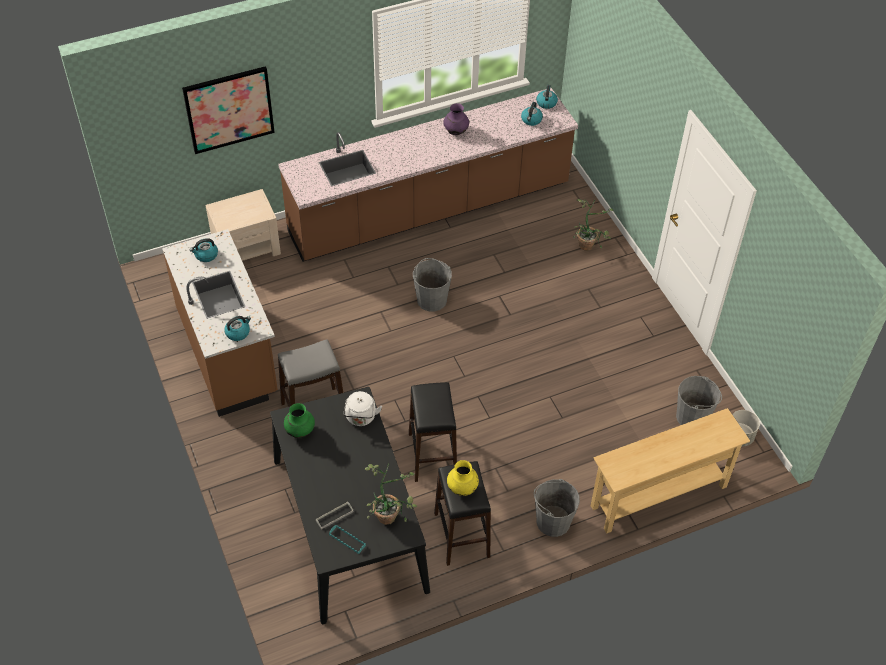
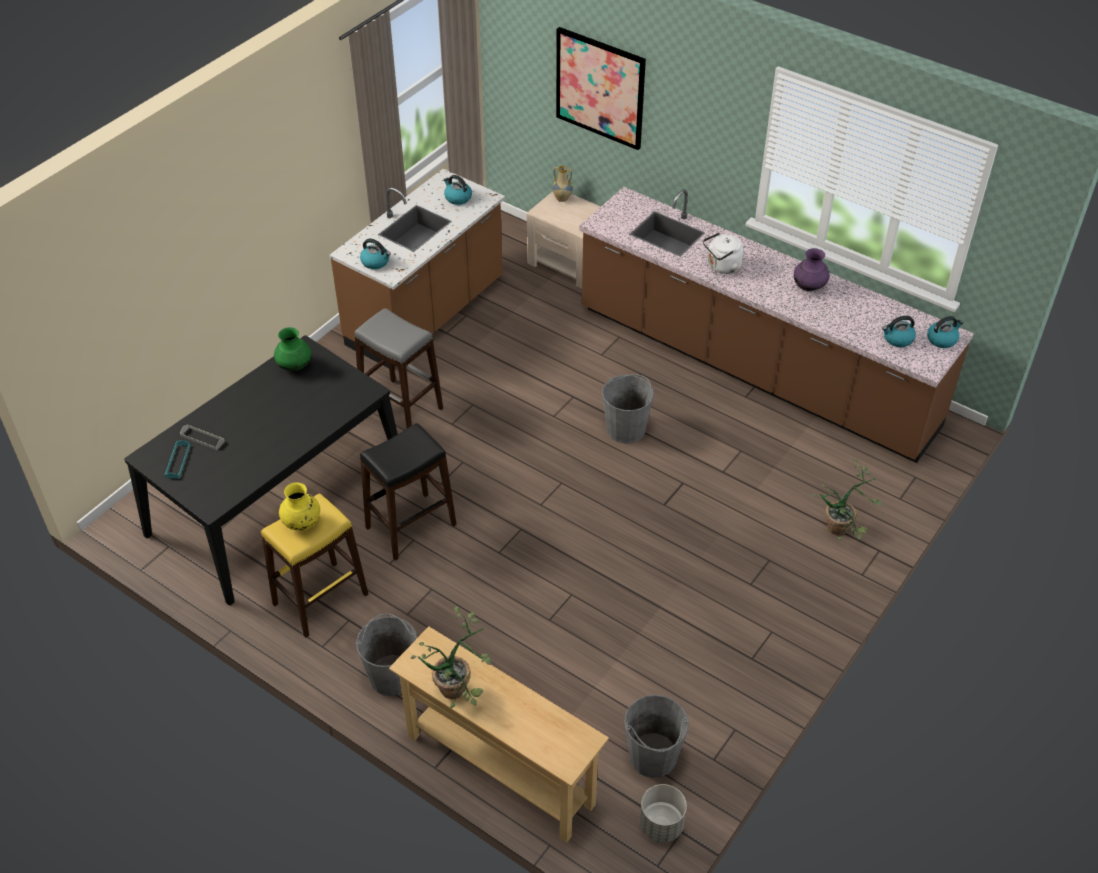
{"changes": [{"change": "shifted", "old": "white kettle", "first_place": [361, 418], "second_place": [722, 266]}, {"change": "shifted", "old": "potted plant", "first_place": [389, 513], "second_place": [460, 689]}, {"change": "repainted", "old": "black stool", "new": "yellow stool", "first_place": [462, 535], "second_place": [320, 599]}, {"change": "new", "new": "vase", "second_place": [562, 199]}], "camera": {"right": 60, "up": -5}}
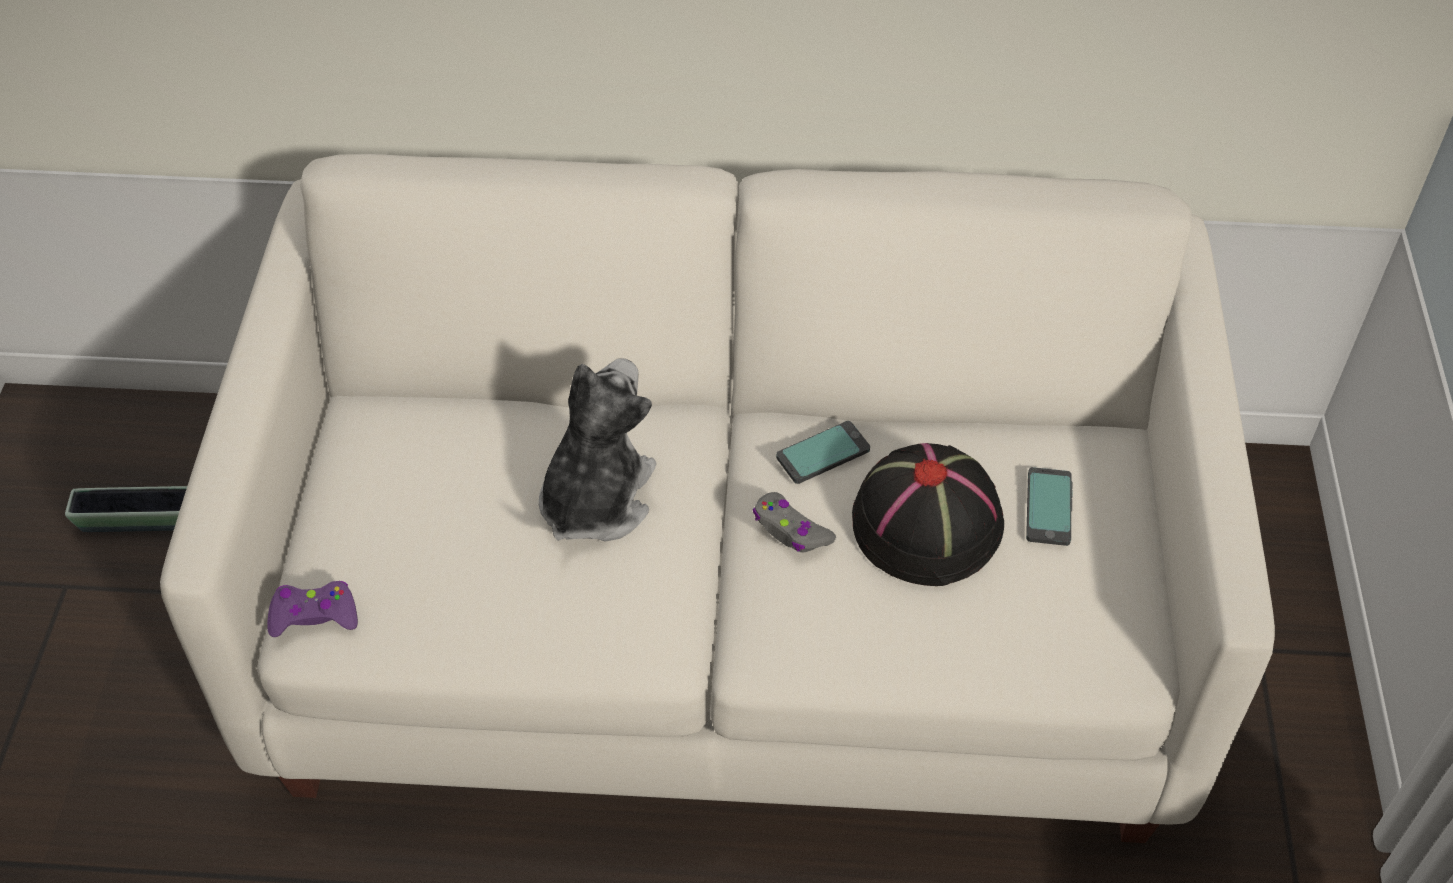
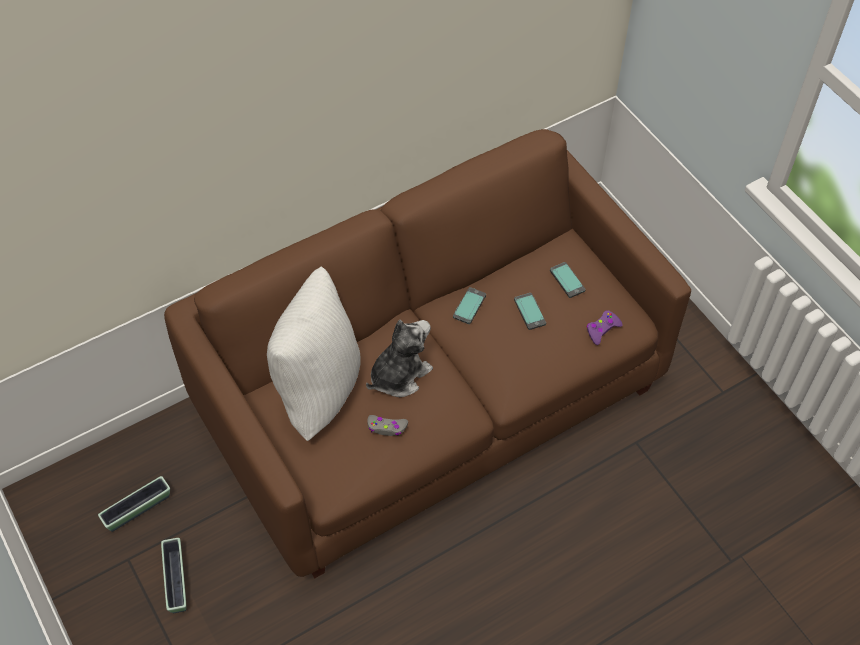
{"changes": [{"change": "repainted", "old": "white sofa", "new": "brown sofa", "first_place": [731, 617], "second_place": [431, 397]}, {"change": "shifted", "old": "purple game controller", "first_place": [314, 615], "second_place": [602, 329]}, {"change": "rotated", "old": "plush toy", "first_place": [595, 499], "second_place": [399, 375], "degrees": 60}, {"change": "shifted", "old": "grey game controller", "first_place": [791, 530], "second_place": [387, 428]}, {"change": "swapped", "old": "black hat", "new": "phone", "first_place": [927, 523], "second_place": [530, 311]}, {"change": "new", "new": "planter", "second_place": [176, 580]}, {"change": "new", "new": "white pillow", "second_place": [317, 389]}], "camera": {"right": -35, "up": 5}}
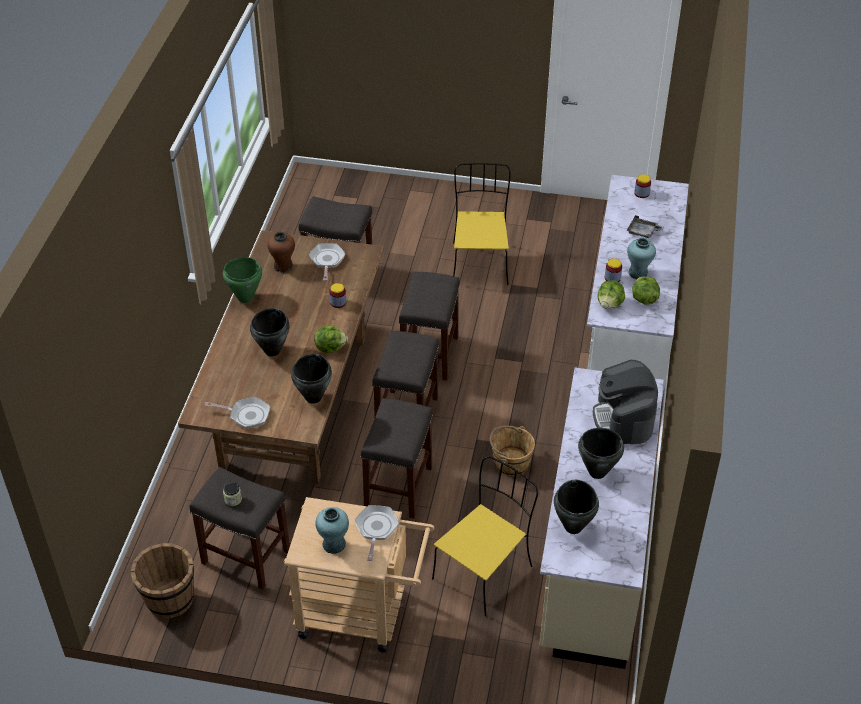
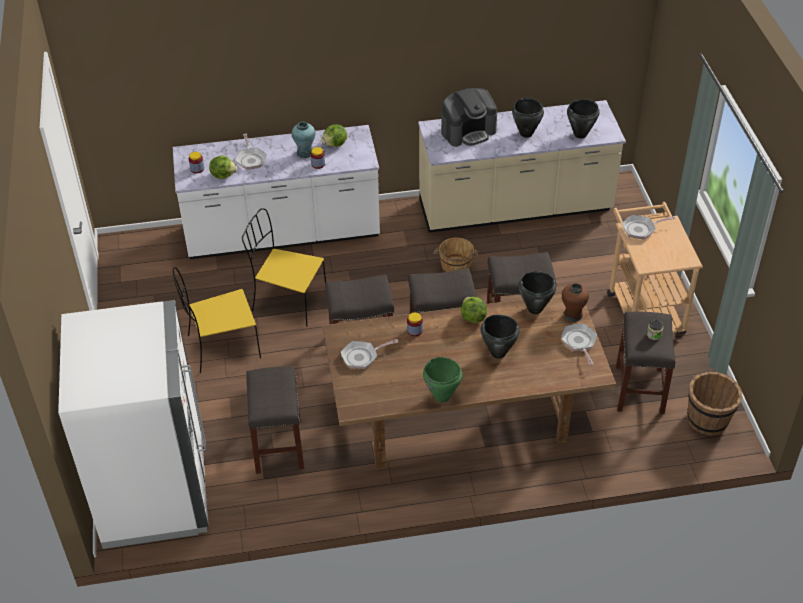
{"changes": [{"change": "shifted", "old": "brown vase", "first_place": [283, 266], "second_place": [573, 315]}, {"change": "gone", "old": "turquoise vase", "first_place": [333, 544]}, {"change": "shifted", "old": "yellow chair", "first_place": [484, 571], "second_place": [287, 300]}, {"change": "shifted", "old": "lettuce", "first_place": [610, 304], "second_place": [223, 175]}, {"change": "swapped", "old": "grey tray", "new": "frying pan", "first_place": [643, 232], "second_place": [251, 159]}, {"change": "new", "new": "white fridge", "second_place": [155, 492]}], "camera": {"right": -110, "up": 0}}
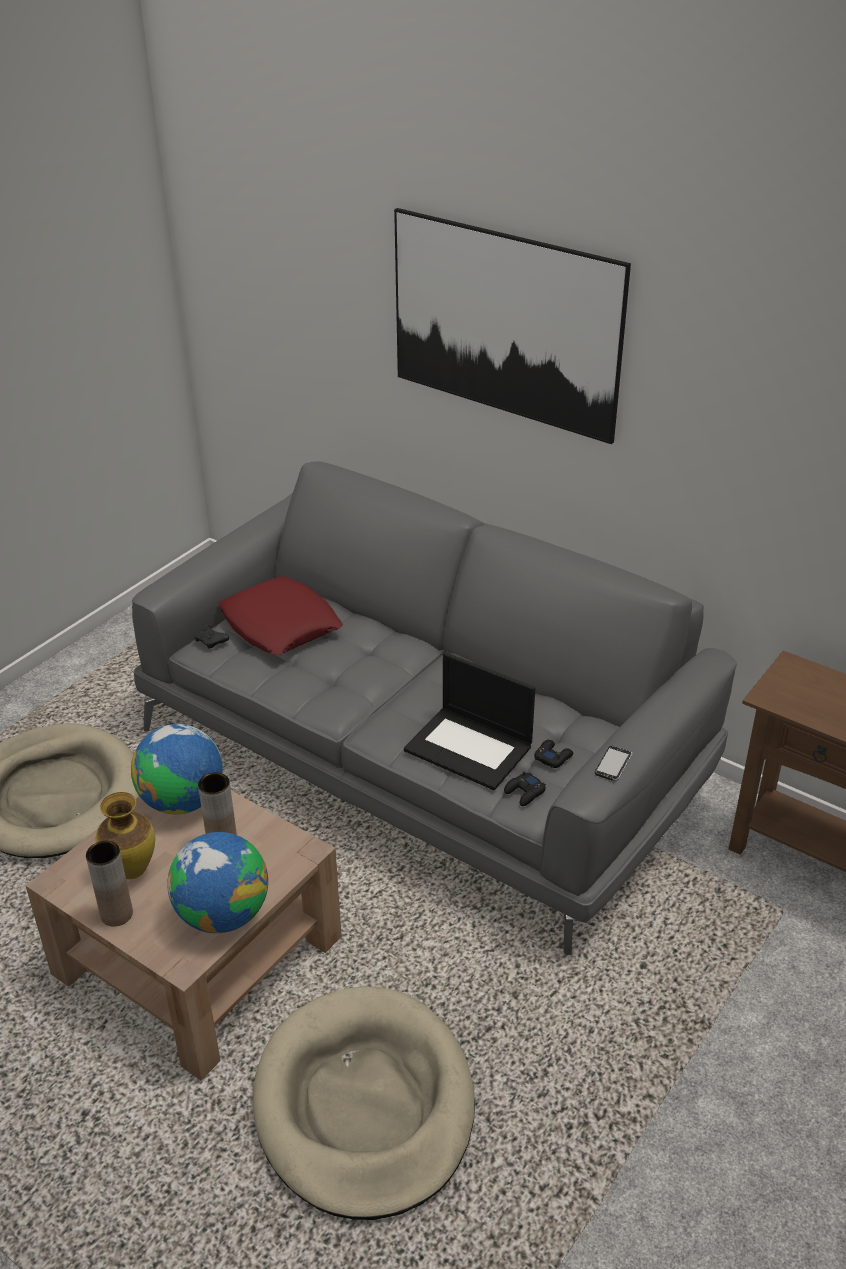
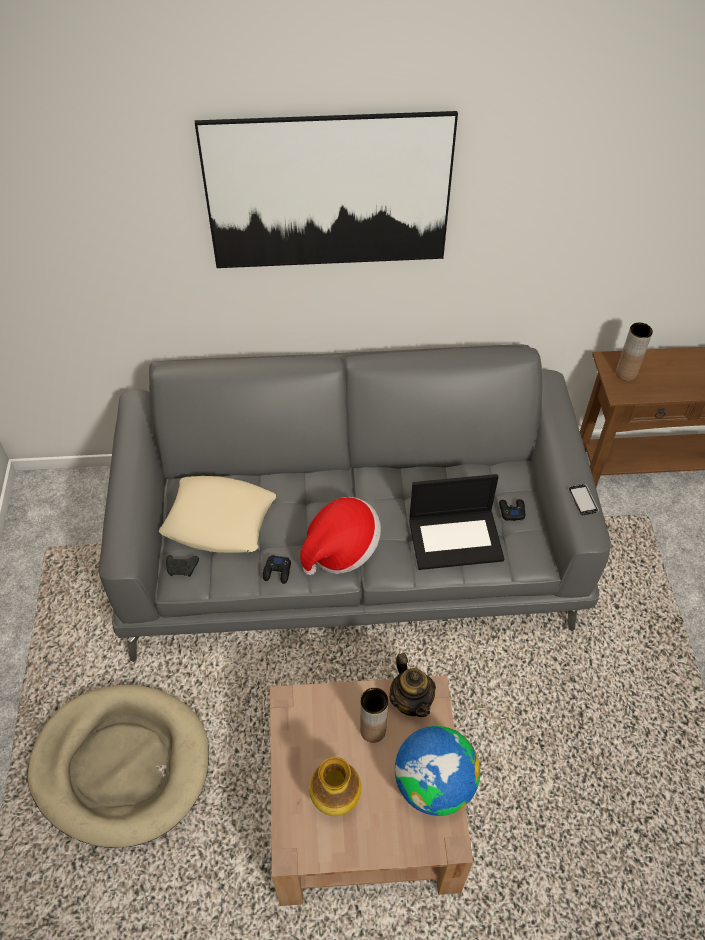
{"changes": [{"change": "shifted", "old": "brown vase", "first_place": [116, 914], "second_place": [626, 373]}, {"change": "gone", "old": "globe", "first_place": [183, 801]}, {"change": "repainted", "old": "red pillow", "new": "beige pillow", "first_place": [280, 625], "second_place": [219, 520]}, {"change": "gone", "old": "beige dog bed", "first_place": [364, 1105]}, {"change": "shifted", "old": "black game controller", "first_place": [524, 793], "second_place": [277, 571]}, {"change": "new", "new": "hat", "second_place": [340, 549]}, {"change": "new", "new": "teapot", "second_place": [411, 701]}], "camera": {"right": -40, "up": 15}}
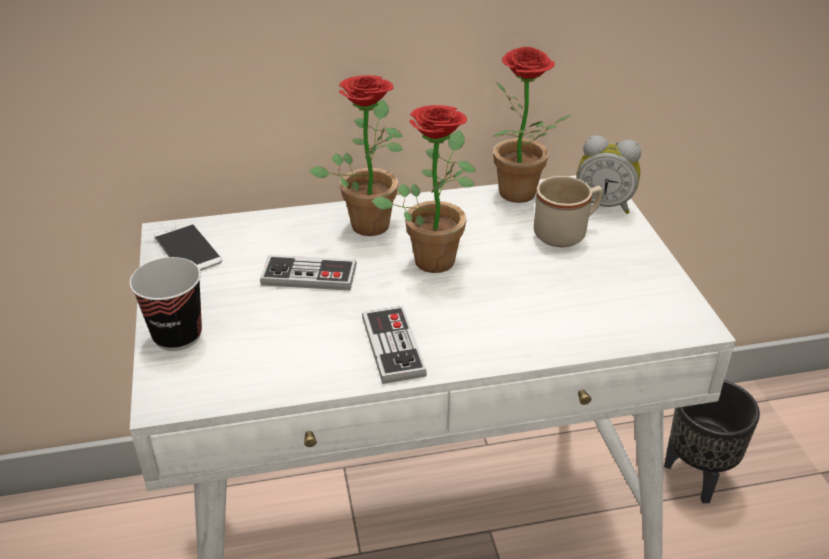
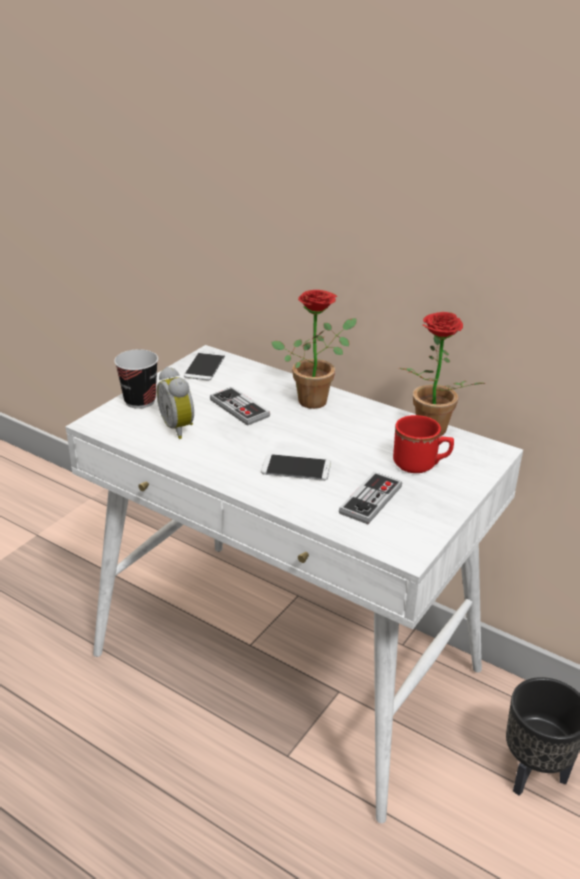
{"changes": [{"change": "shifted", "old": "game controller", "first_place": [393, 346], "second_place": [370, 500]}, {"change": "gone", "old": "potted plant", "first_place": [434, 255]}, {"change": "repainted", "old": "beige mug", "new": "red mug", "first_place": [566, 233], "second_place": [421, 465]}, {"change": "shifted", "old": "alarm clock", "first_place": [603, 205], "second_place": [179, 428]}, {"change": "new", "new": "phone", "second_place": [296, 468]}], "camera": {"right": 45, "up": -5}}
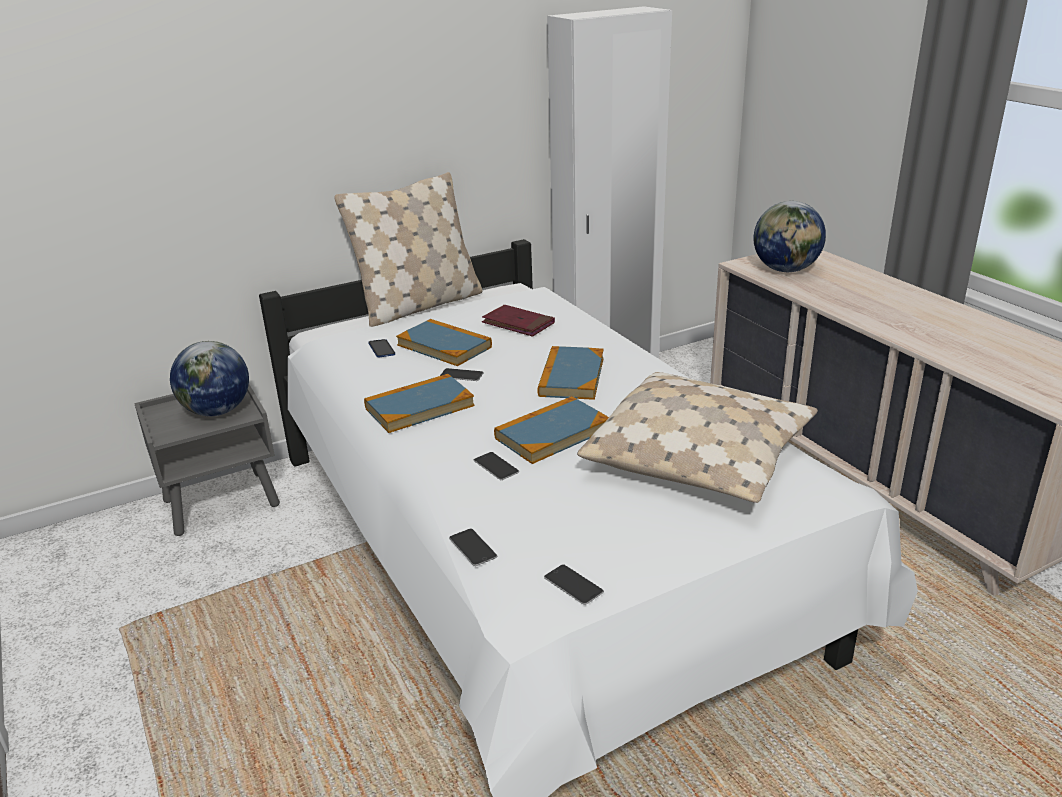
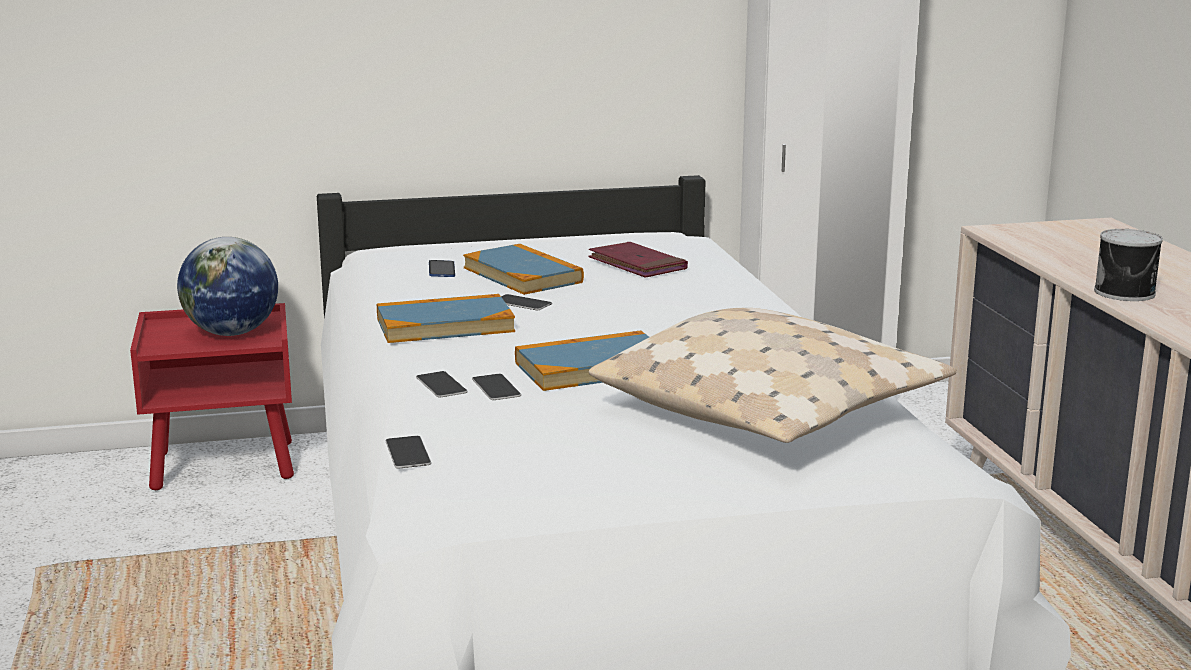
{"changes": [{"change": "repainted", "old": "grey nightstand", "new": "red nightstand", "first_place": [222, 502], "second_place": [225, 465]}, {"change": "gone", "old": "beige pillow", "first_place": [419, 306]}, {"change": "gone", "old": "book", "first_place": [571, 377]}, {"change": "shifted", "old": "phone", "first_place": [573, 584], "second_place": [441, 385]}, {"change": "gone", "old": "globe", "first_place": [786, 270]}, {"change": "new", "new": "can", "second_place": [1126, 293]}], "camera": {"right": 15, "up": -10}}
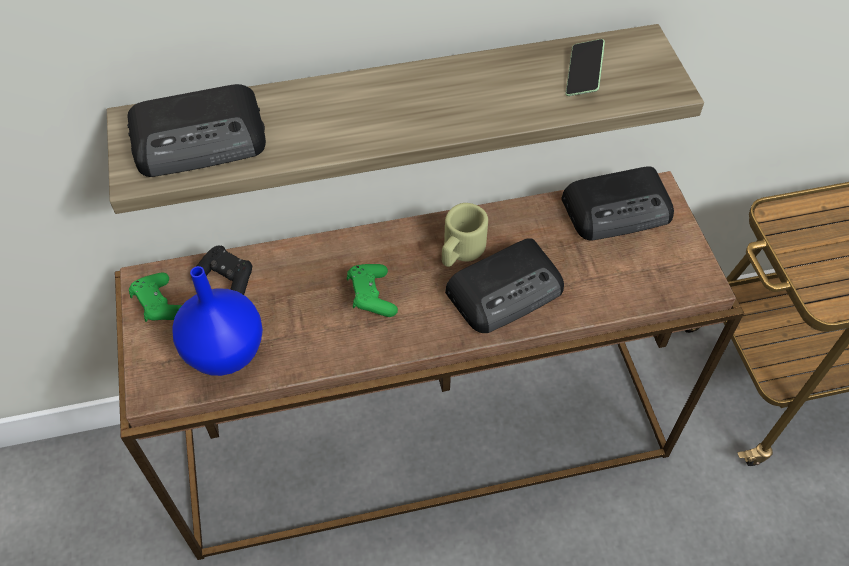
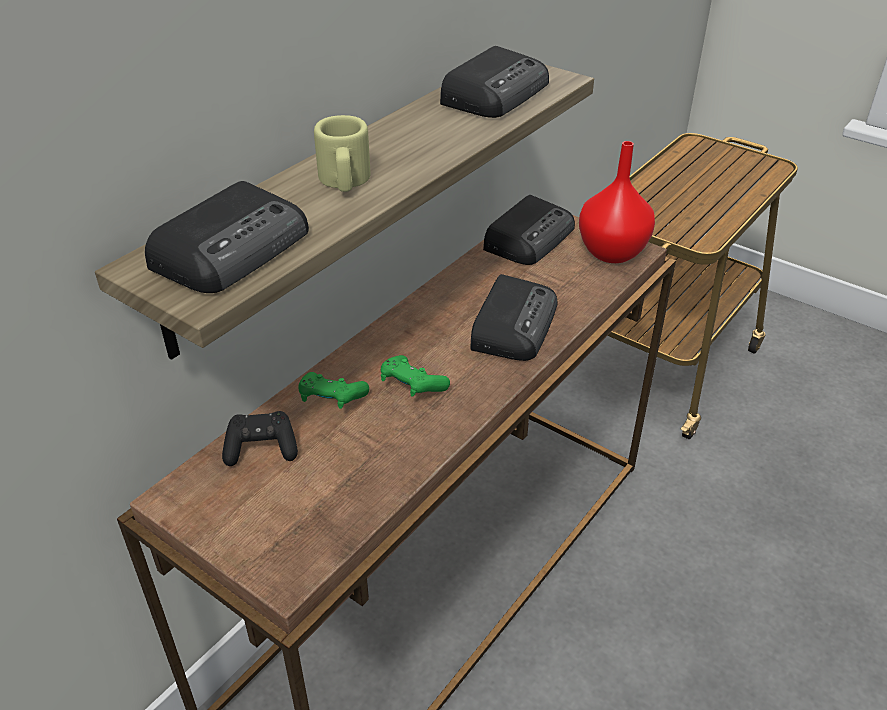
{"changes": [{"change": "shifted", "old": "green game controller", "first_place": [161, 306], "second_place": [331, 400]}, {"change": "gone", "old": "blue vase", "first_place": [227, 352]}, {"change": "shifted", "old": "beige mug", "first_place": [460, 251], "second_place": [344, 182]}, {"change": "swapped", "old": "phone", "new": "radio", "first_place": [583, 75], "second_place": [496, 93]}, {"change": "new", "new": "red vase", "second_place": [612, 252]}], "camera": {"right": -40, "up": -15}}
